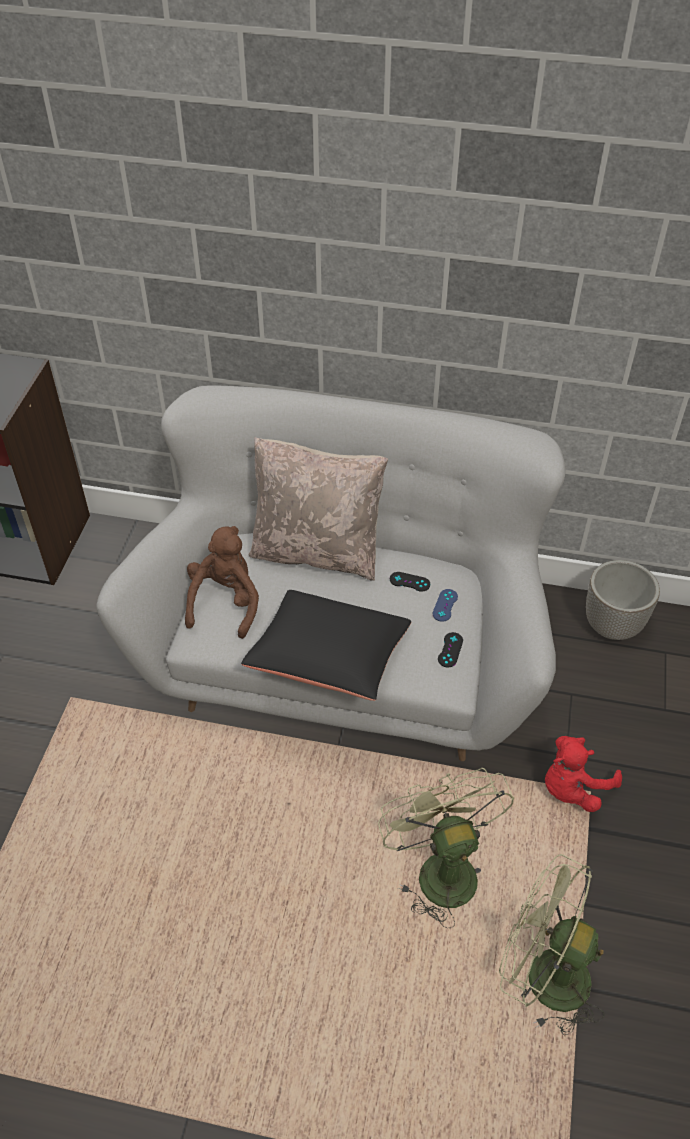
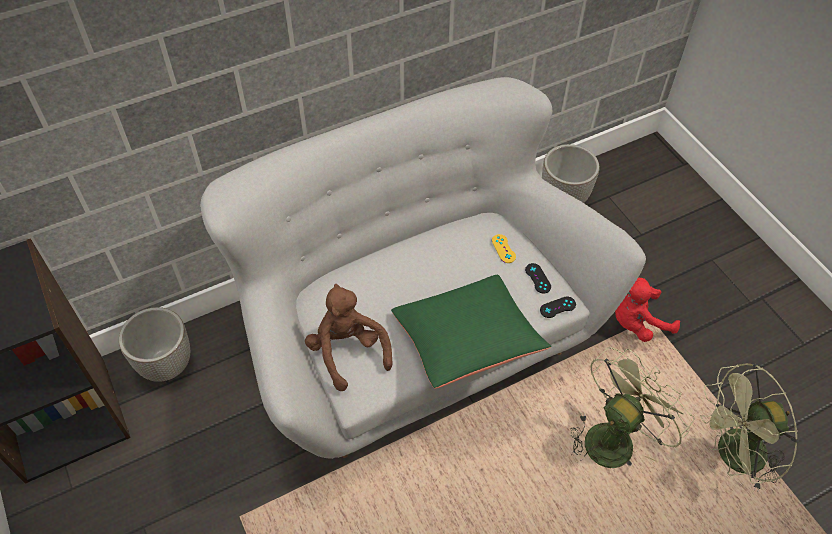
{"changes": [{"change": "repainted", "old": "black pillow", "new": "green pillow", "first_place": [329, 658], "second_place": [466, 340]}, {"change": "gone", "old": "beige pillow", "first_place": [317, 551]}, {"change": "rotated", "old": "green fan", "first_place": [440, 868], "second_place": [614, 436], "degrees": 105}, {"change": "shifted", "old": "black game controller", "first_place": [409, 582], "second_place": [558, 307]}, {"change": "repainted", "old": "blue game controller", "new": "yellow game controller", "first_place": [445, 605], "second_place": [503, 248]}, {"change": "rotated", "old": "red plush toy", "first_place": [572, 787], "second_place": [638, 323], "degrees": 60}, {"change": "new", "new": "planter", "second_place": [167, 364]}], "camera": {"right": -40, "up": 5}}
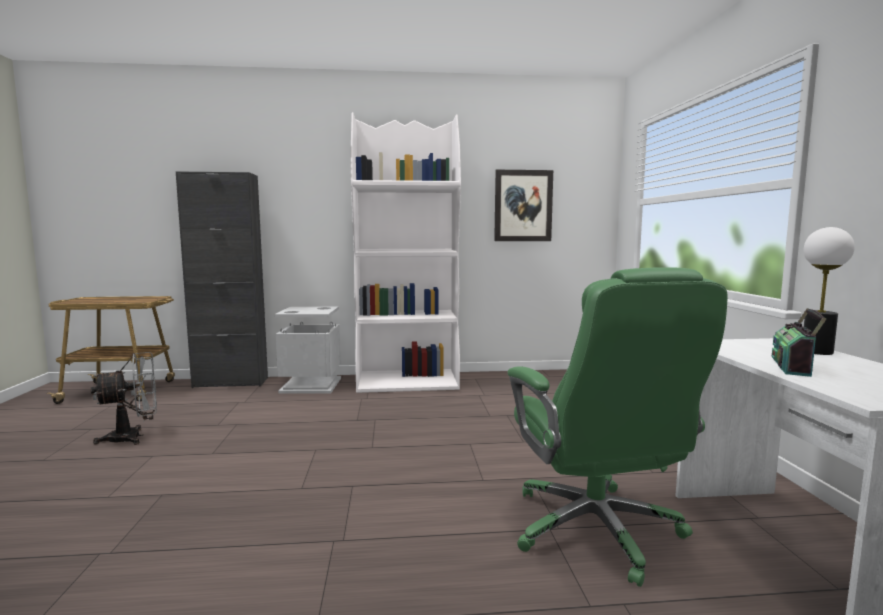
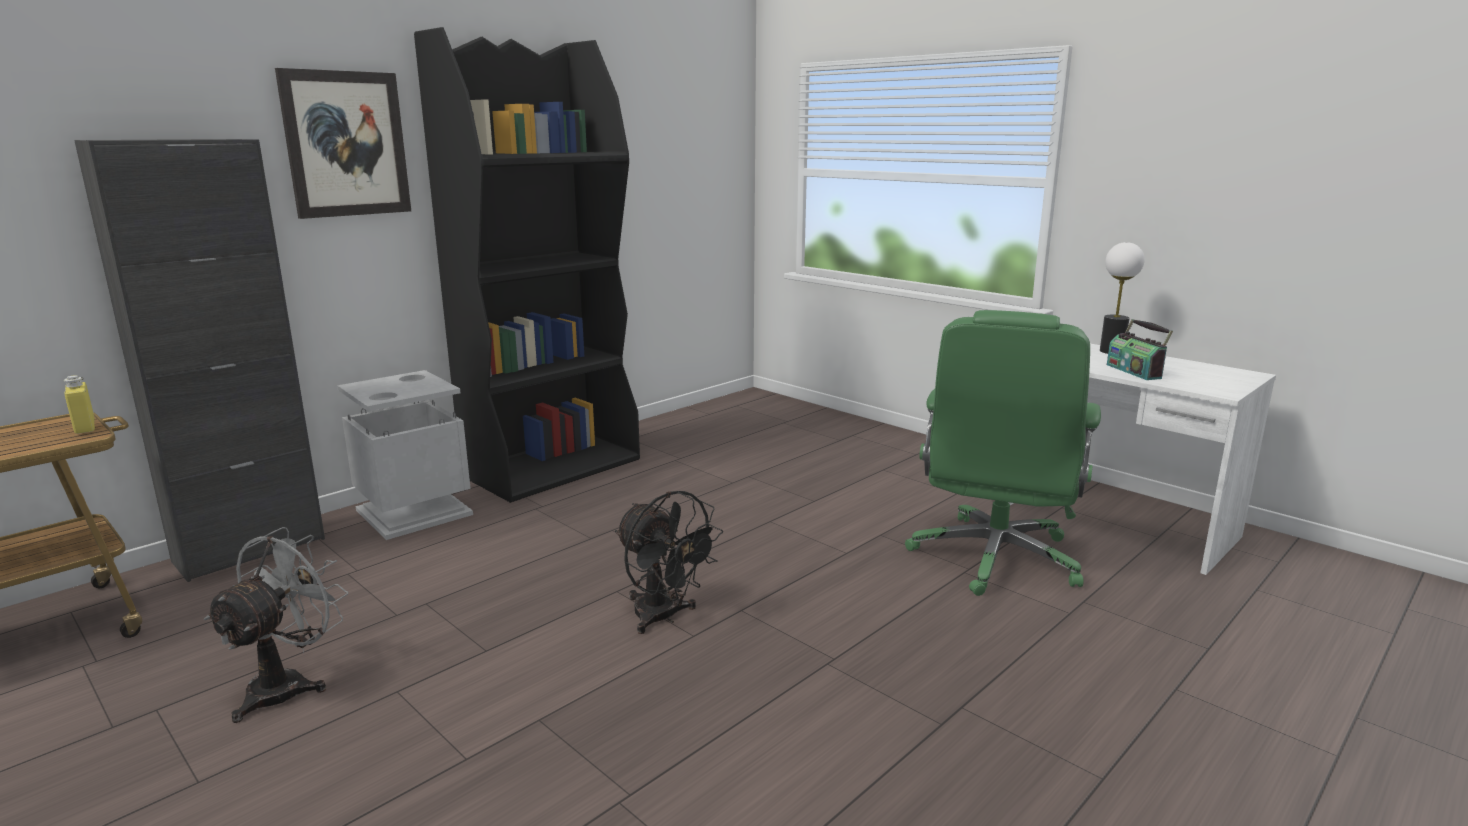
{"changes": [{"change": "repainted", "old": "white bookcase", "new": "black bookcase", "first_place": [408, 382], "second_place": [553, 467]}, {"change": "shifted", "old": "picture", "first_place": [523, 206], "second_place": [346, 144]}, {"change": "rotated", "old": "green office chair", "first_place": [597, 530], "second_place": [994, 558], "degrees": 75}, {"change": "new", "new": "yellow bottle", "second_place": [85, 427]}, {"change": "new", "new": "black fan", "second_place": [664, 617]}], "camera": {"right": -40, "up": 10}}
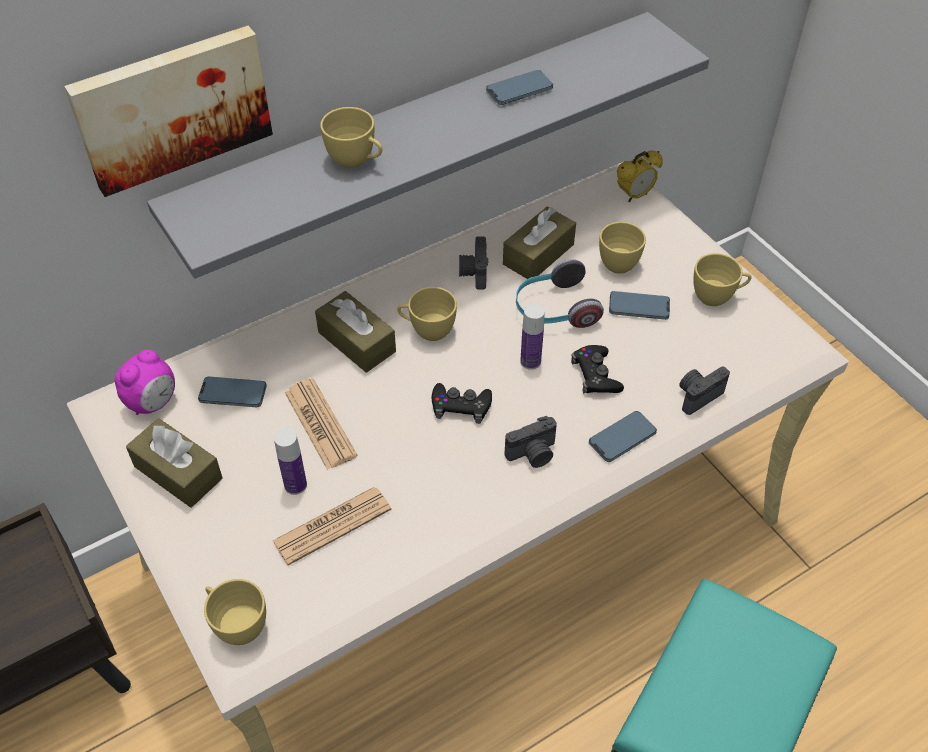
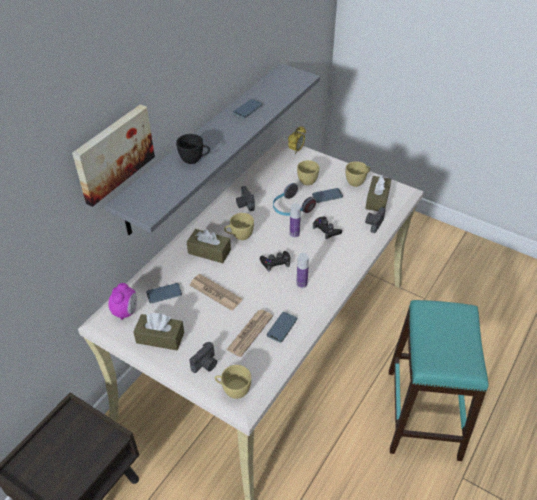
{"changes": [{"change": "shifted", "old": "bottle", "first_place": [295, 485], "second_place": [301, 284]}, {"change": "repainted", "old": "yellow cup", "new": "black cup", "first_place": [356, 161], "second_place": [194, 159]}, {"change": "shifted", "old": "brown tissue box", "first_place": [538, 254], "second_place": [377, 199]}, {"change": "shifted", "old": "photo camera", "first_place": [533, 454], "second_place": [206, 364]}, {"change": "shifted", "old": "phone", "first_place": [622, 438], "second_place": [282, 328]}], "camera": {"right": -25, "up": -5}}
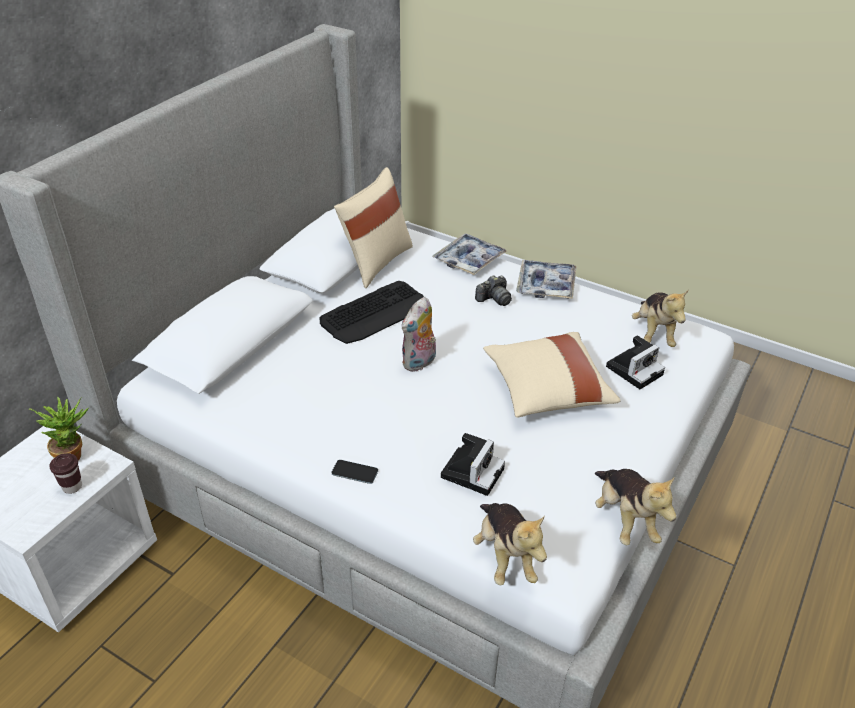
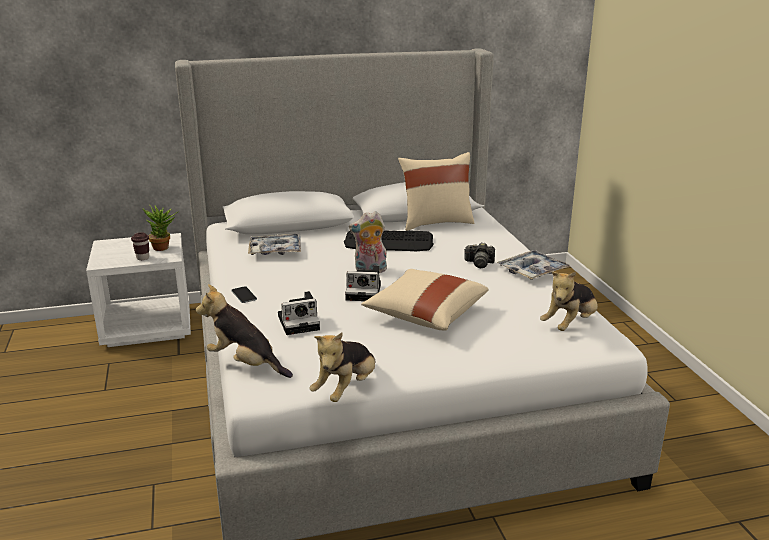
{"changes": [{"change": "shifted", "old": "tray", "first_place": [469, 260], "second_place": [275, 250]}, {"change": "rotated", "old": "plush toy", "first_place": [505, 556], "second_place": [245, 363], "degrees": 90}, {"change": "shifted", "old": "photo camera", "first_place": [635, 369], "second_place": [365, 292]}], "camera": {"right": 45, "up": -15}}
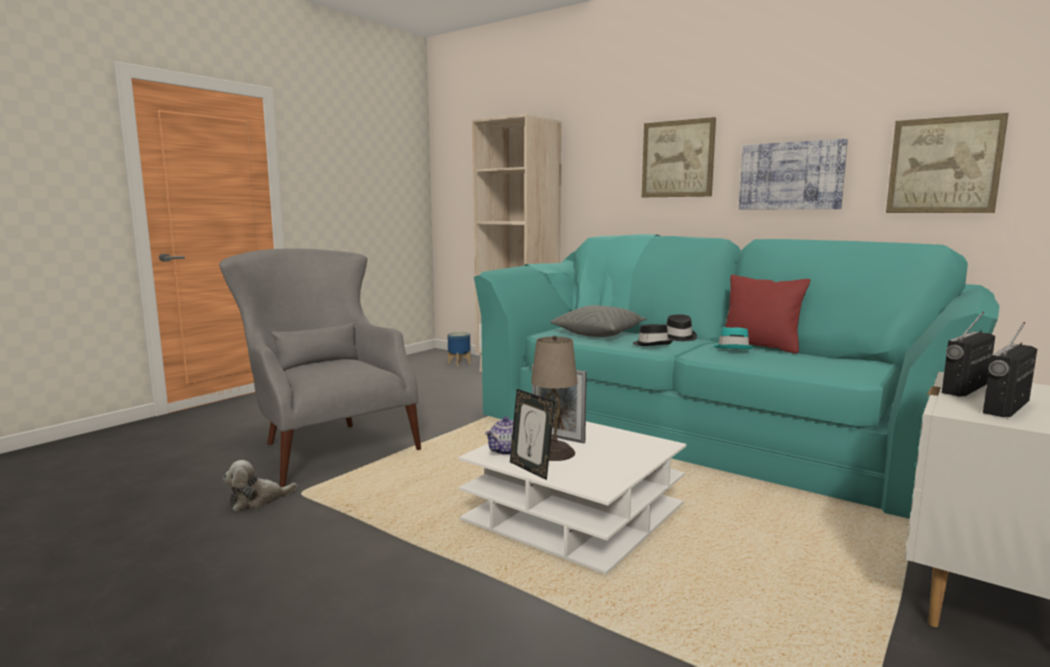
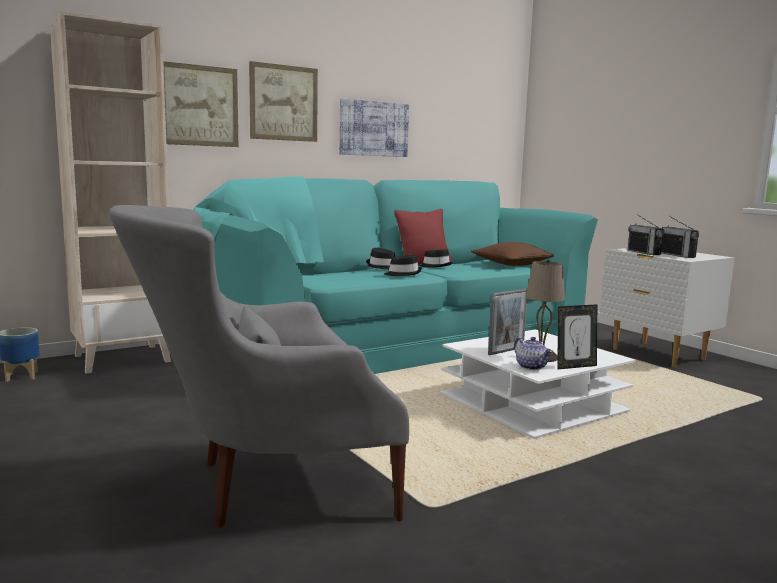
{"changes": [{"change": "gone", "old": "plush toy", "first_place": [257, 500]}, {"change": "gone", "old": "grey pillow", "first_place": [599, 334]}, {"change": "repainted", "old": "turquoise hat", "new": "black hat", "first_place": [732, 348], "second_place": [435, 266]}, {"change": "shifted", "old": "picture", "first_place": [944, 165], "second_place": [199, 106]}, {"change": "new", "new": "brown pillow", "second_place": [511, 264]}], "camera": {"right": -70, "up": 0}}
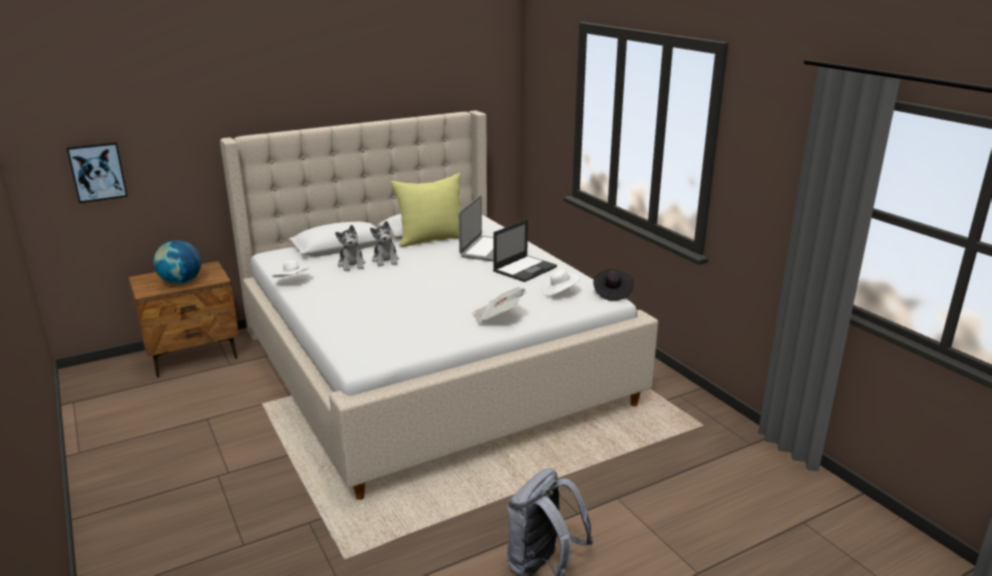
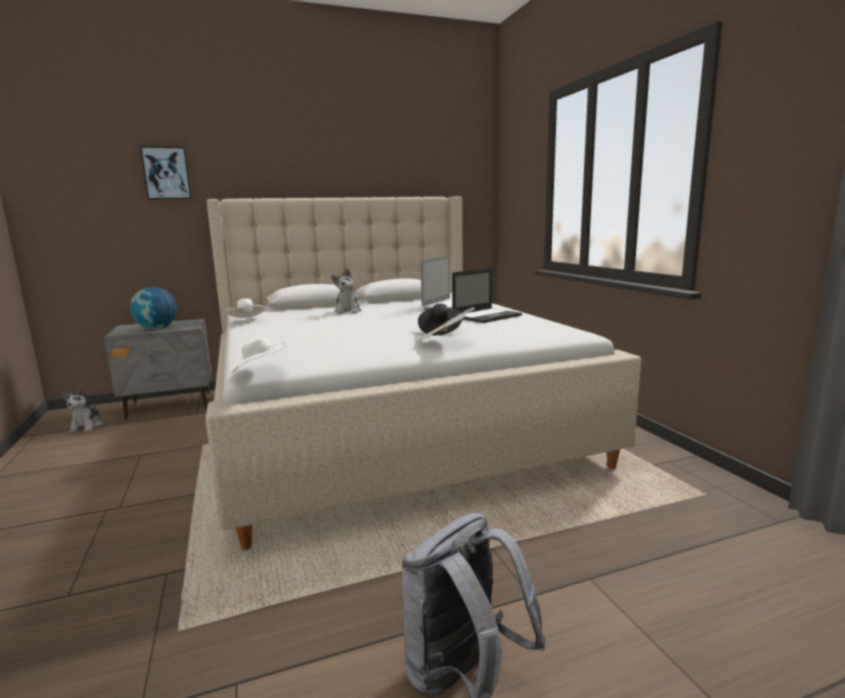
{"changes": [{"change": "shifted", "old": "picture", "first_place": [97, 172], "second_place": [166, 173]}, {"change": "repainted", "old": "brown nightstand", "new": "grey nightstand", "first_place": [193, 356], "second_place": [170, 405]}, {"change": "shifted", "old": "plush toy", "first_place": [352, 264], "second_place": [87, 426]}, {"change": "gone", "old": "yellow pillow", "first_place": [432, 239]}, {"change": "shifted", "old": "white hat", "first_place": [559, 292], "second_place": [259, 372]}, {"change": "shifted", "old": "black hat", "first_place": [612, 293], "second_place": [440, 331]}], "camera": {"right": 10, "up": -10}}
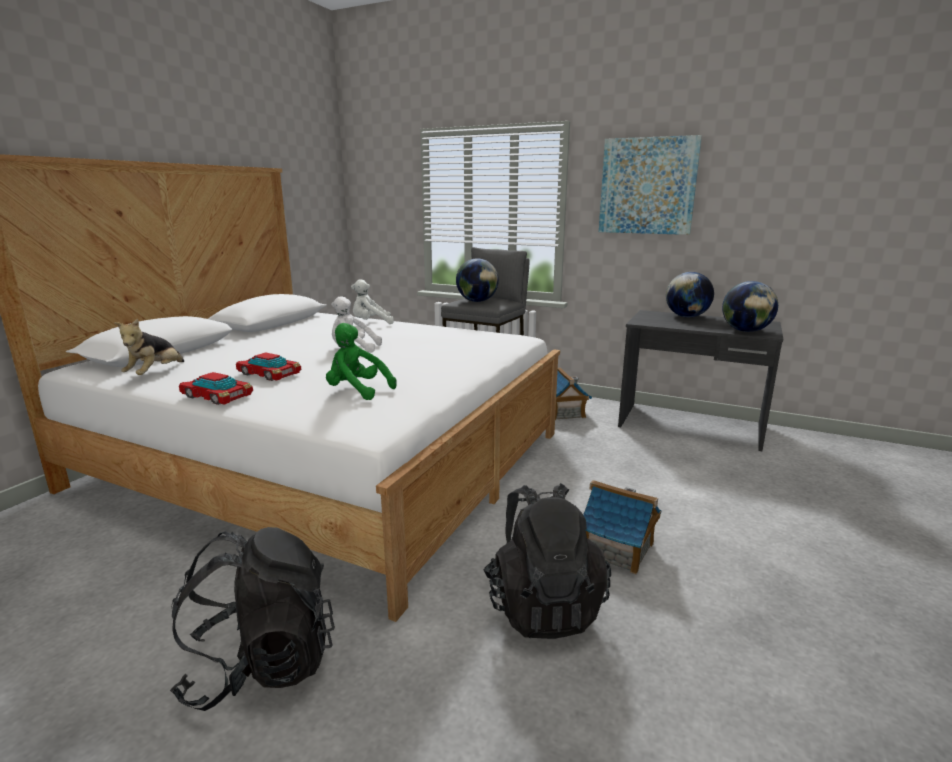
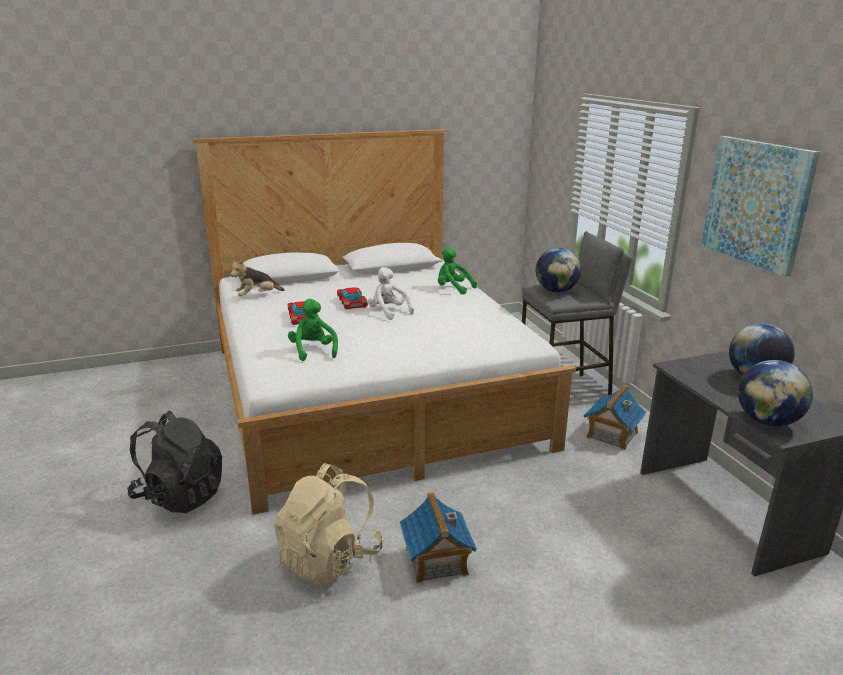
{"changes": [{"change": "shifted", "old": "toy car", "first_place": [217, 395], "second_place": [352, 302]}, {"change": "repainted", "old": "white plush toy", "new": "green plush toy", "first_place": [371, 323], "second_place": [453, 289]}, {"change": "repainted", "old": "black backpack", "new": "beige backpack", "first_place": [542, 605], "second_place": [329, 559]}], "camera": {"right": 45, "up": 5}}
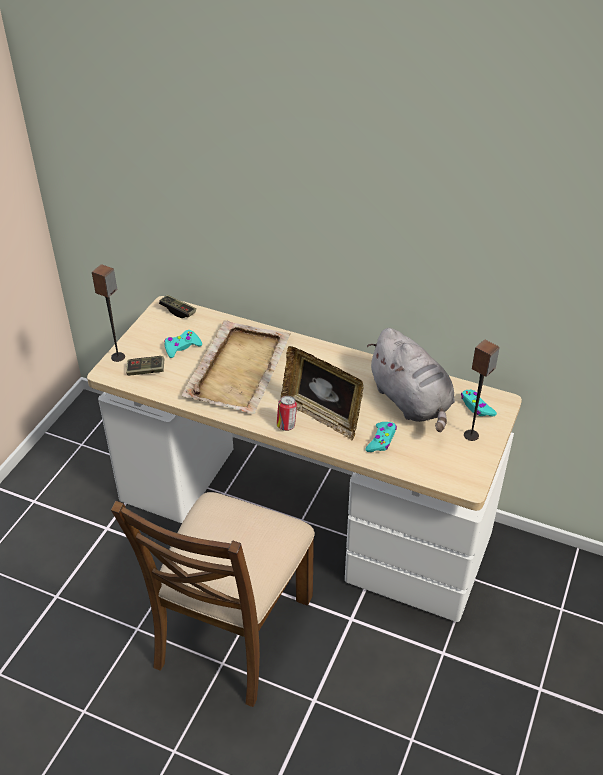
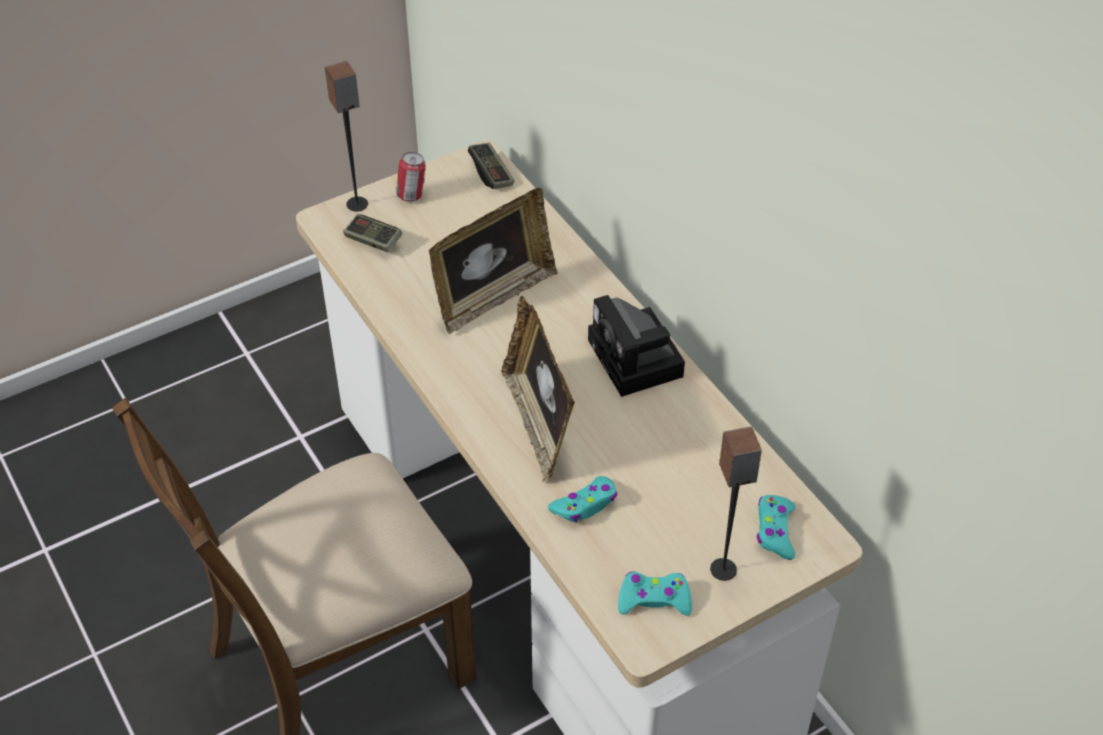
{"changes": [{"change": "shifted", "old": "turquoise game controller", "first_place": [182, 347], "second_place": [654, 599]}, {"change": "swapped", "old": "beige tray", "new": "picture frame", "first_place": [239, 368], "second_place": [493, 297]}, {"change": "shifted", "old": "can", "first_place": [286, 425], "second_place": [412, 196]}, {"change": "gone", "old": "grey plush toy", "first_place": [411, 402]}, {"change": "new", "new": "photo camera", "second_place": [638, 361]}], "camera": {"right": 35, "up": 5}}
